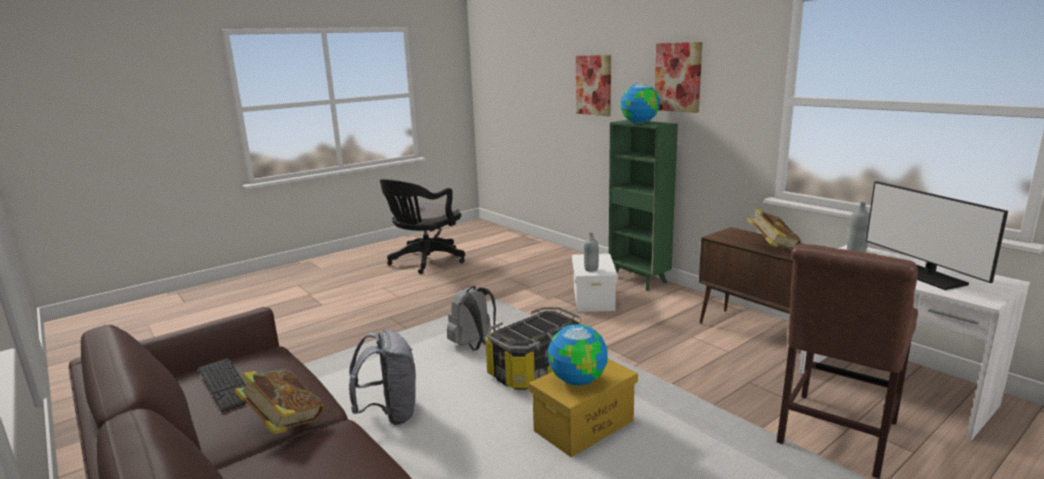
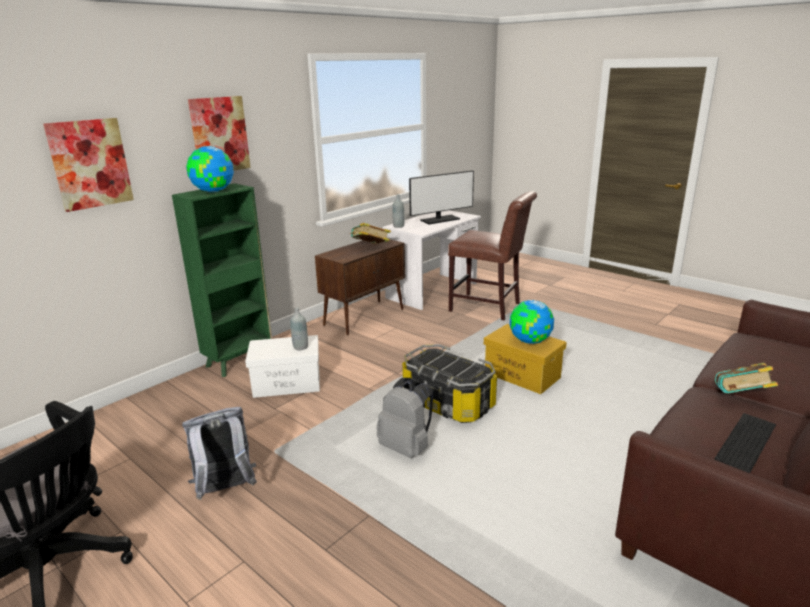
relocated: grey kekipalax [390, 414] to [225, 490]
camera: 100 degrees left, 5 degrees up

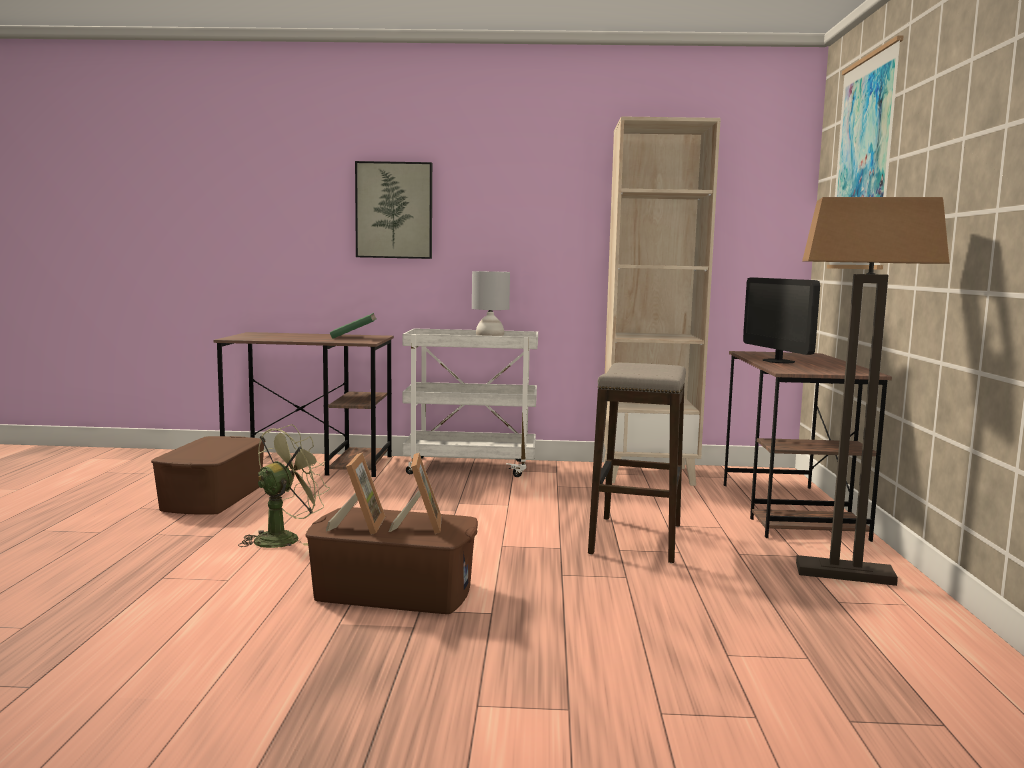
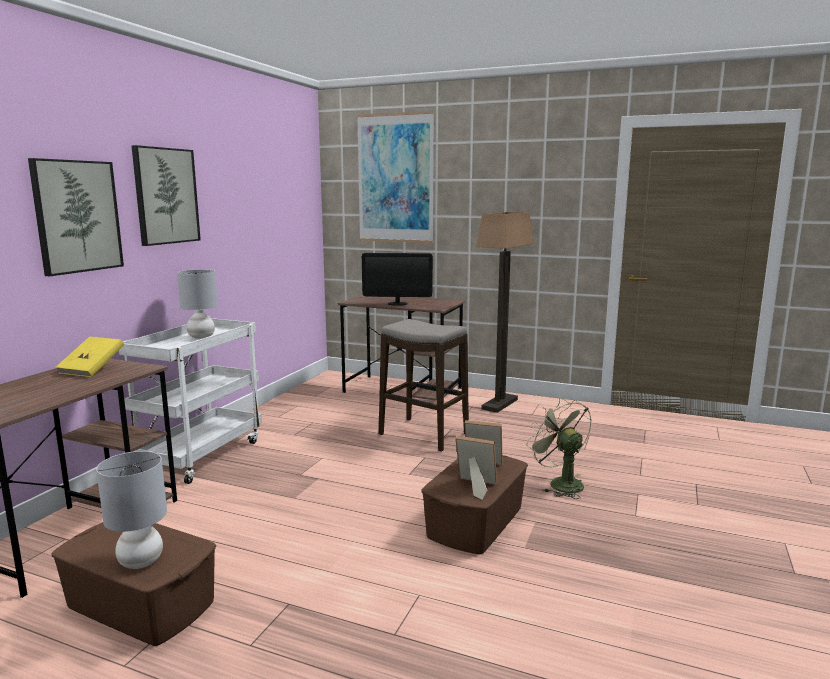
missing: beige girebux [648, 474]
appeared: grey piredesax [141, 561]; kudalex [165, 196]
relocated: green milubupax [284, 538] to [560, 483]
colour: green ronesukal [353, 337] to yellow ronesukal [92, 369]
camera: 70 degrees left, 5 degrees up

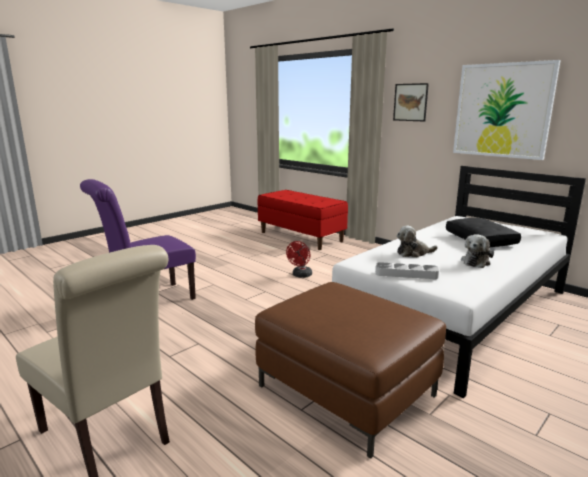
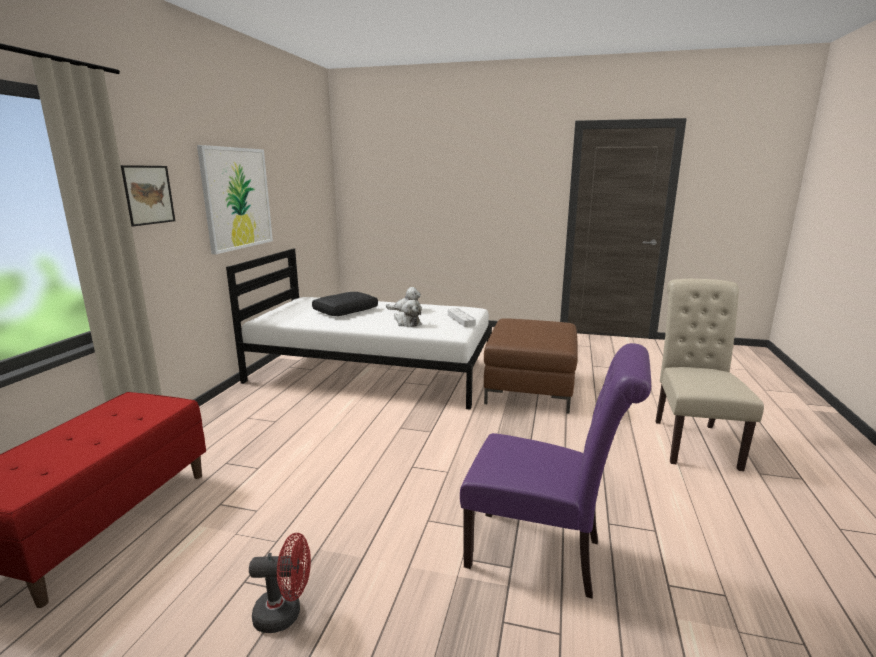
relocated: red milubupax [300, 275] to [285, 614]
camera: 120 degrees left, 0 degrees up

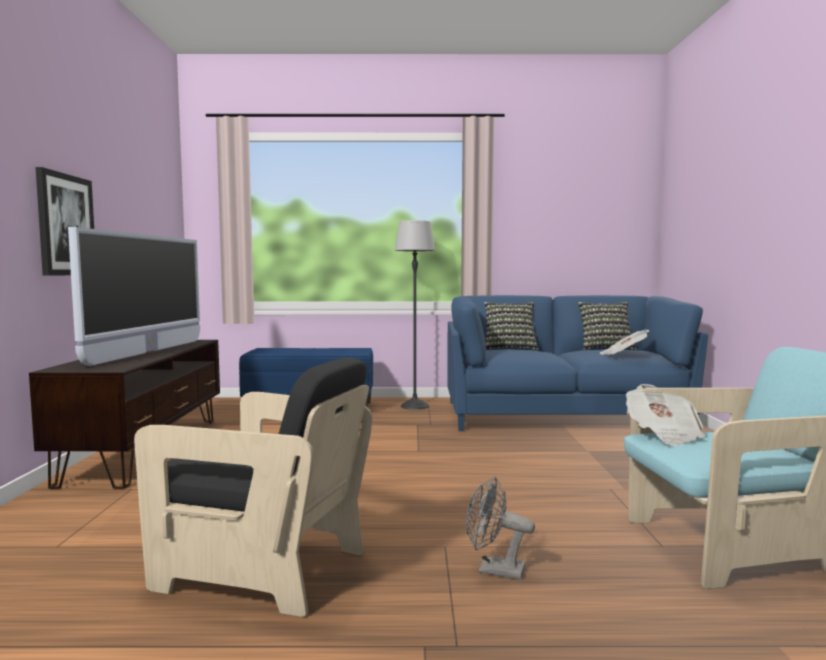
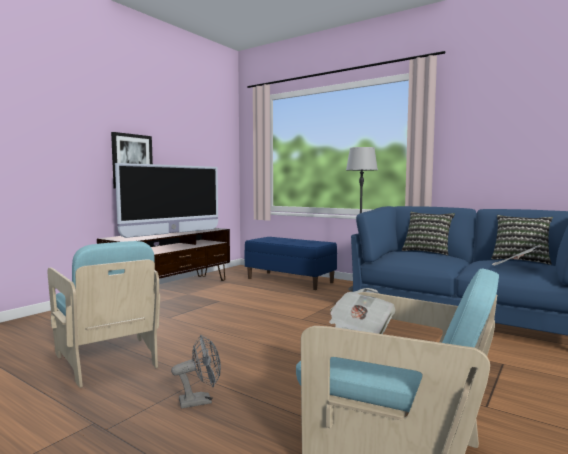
colour: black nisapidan [262, 567] to turquoise nisapidan [108, 359]
spun: grey milubupax [494, 570] = [200, 401] 105 degrees clockwise
camera: 35 degrees right, 0 degrees up

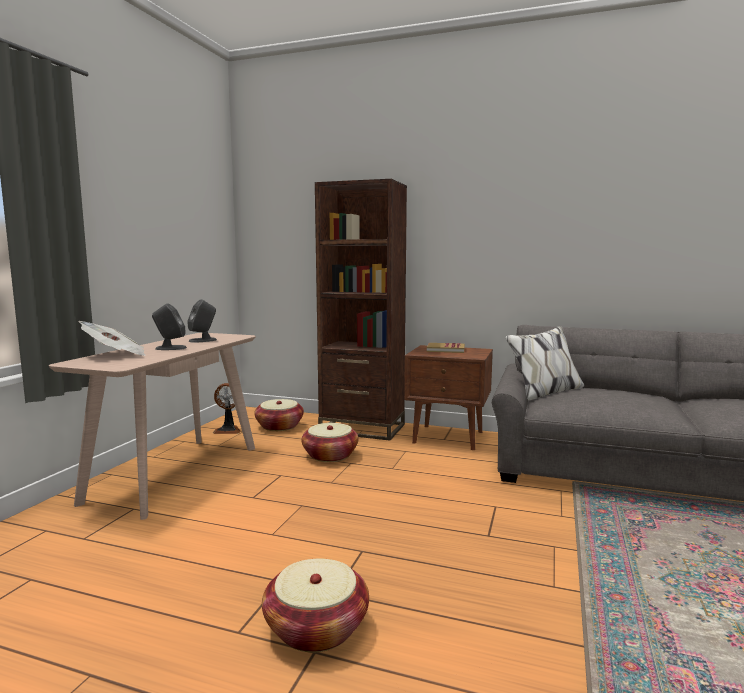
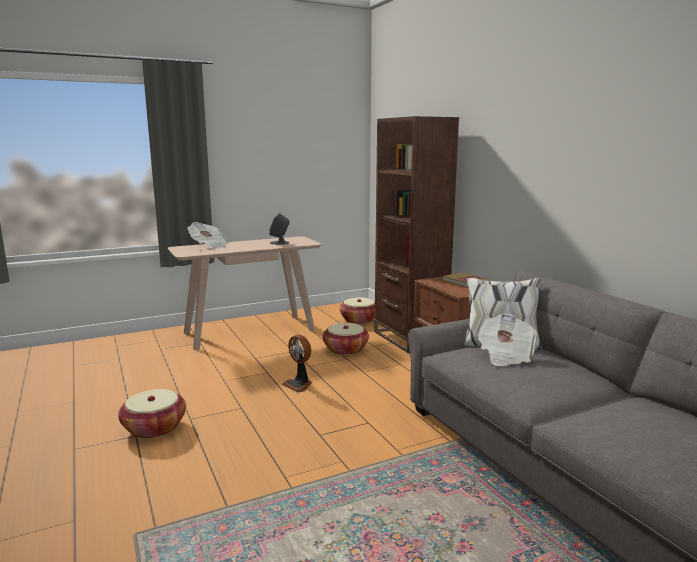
missing: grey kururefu [170, 348]
appeared: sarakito [505, 355]
relocated: milubupax [228, 430] to [299, 384]
camera: 45 degrees right, 5 degrees up

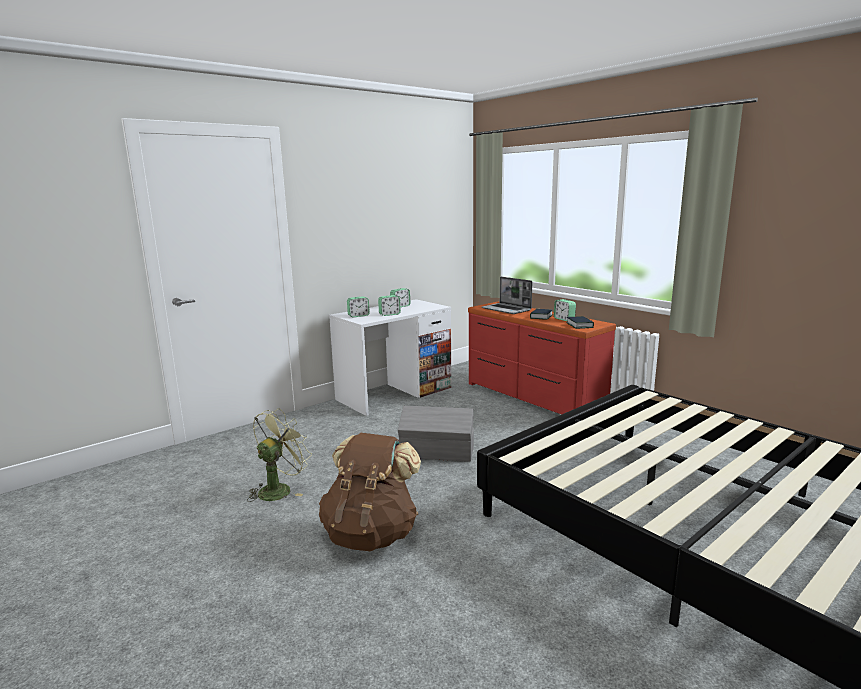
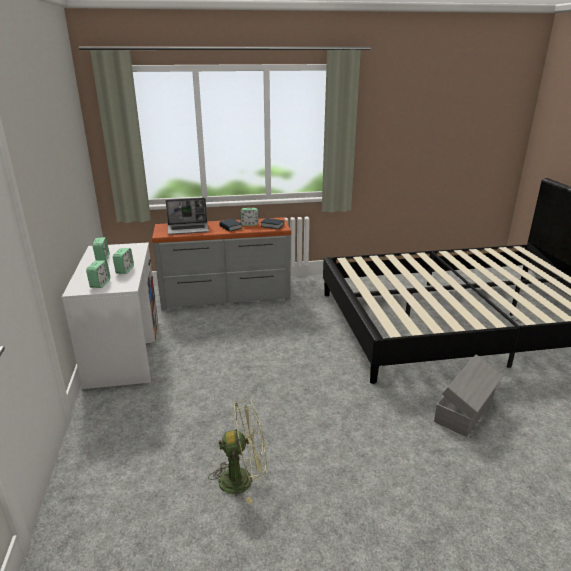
missing: brown kekipalax [371, 534]
relocated: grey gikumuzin [437, 452] to [465, 410]
colour: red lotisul [532, 397] to grey lotisul [226, 297]
spun: green milubupax [279, 489] = [243, 479] 105 degrees clockwise
camera: 60 degrees left, 10 degrees up

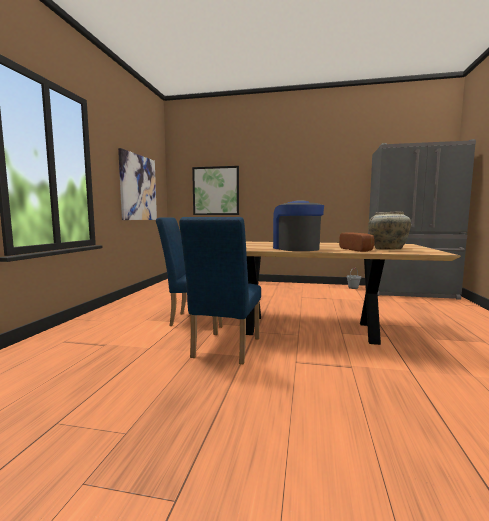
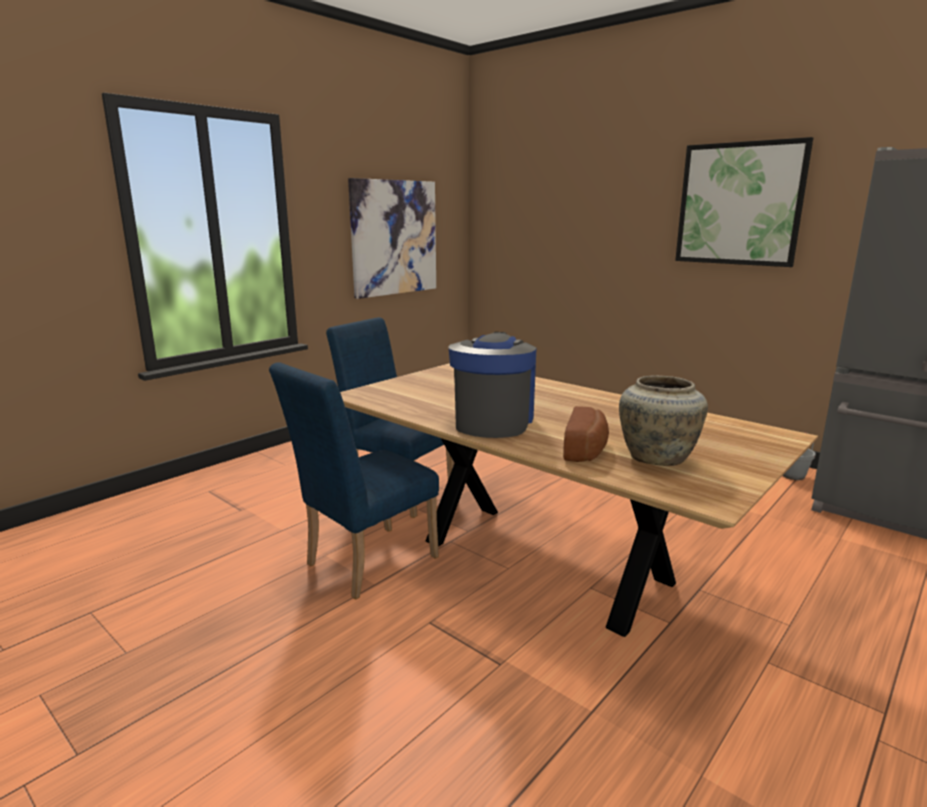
relocated: kudalex [216, 191] to [739, 204]
camera: 30 degrees right, 10 degrees up

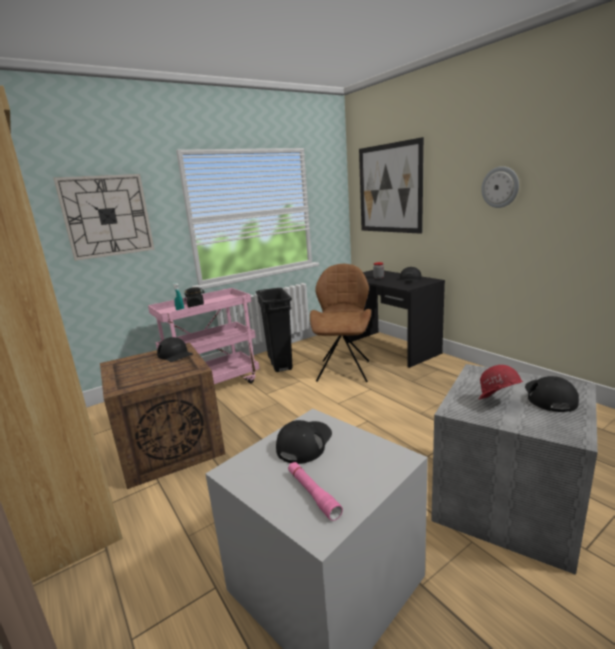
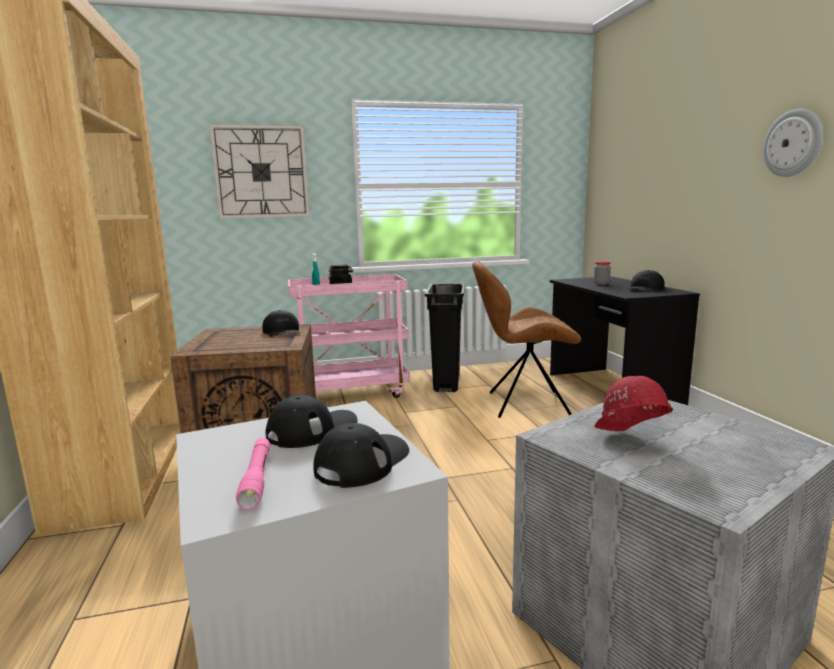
missing: kudalex [389, 189]
relocated: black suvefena [549, 397] to [362, 462]
spun: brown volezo [344, 370] = [524, 404] 120 degrees counterclockwise
camera: 20 degrees right, 5 degrees down

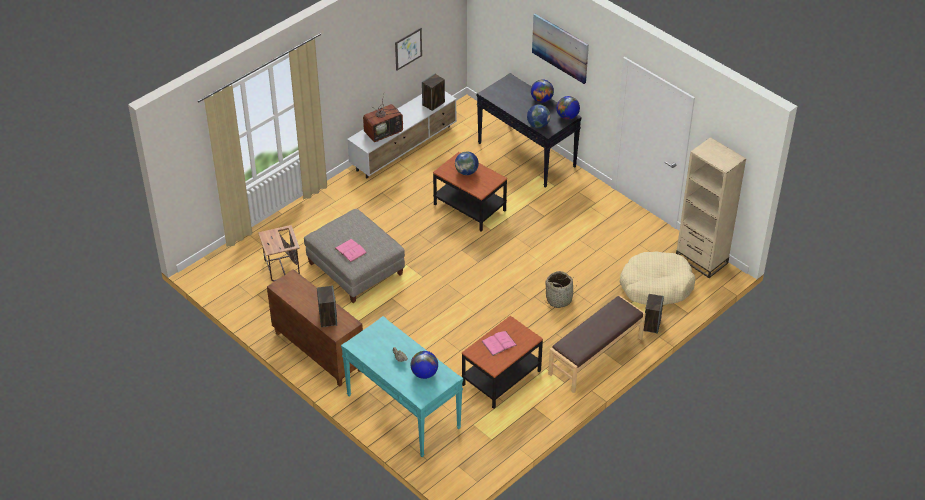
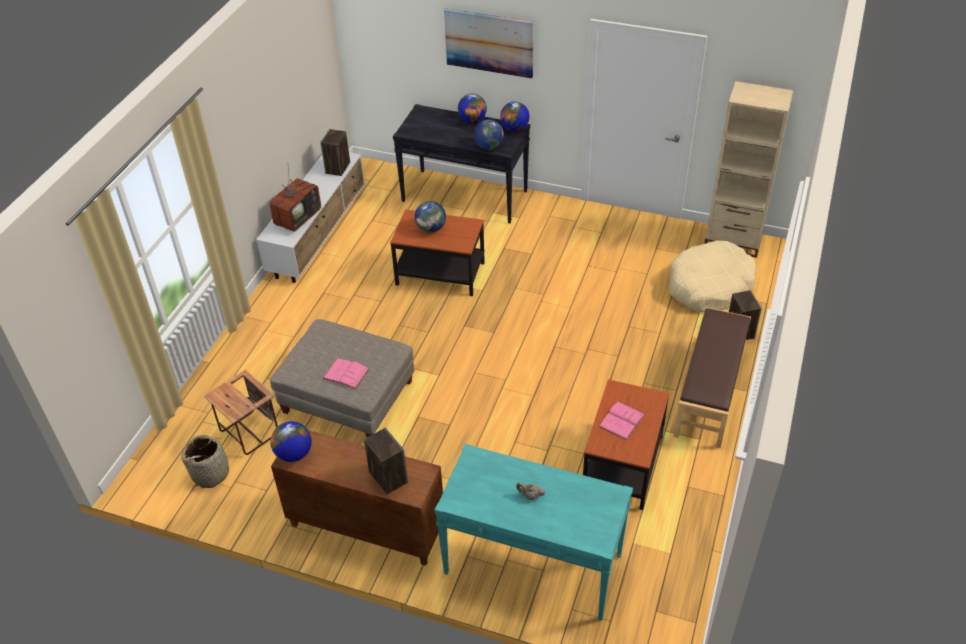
missing: kudalex [408, 49]
relocated: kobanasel [424, 373] to [294, 454]; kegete [559, 299] to [211, 473]
camera: 25 degrees left, 0 degrees up

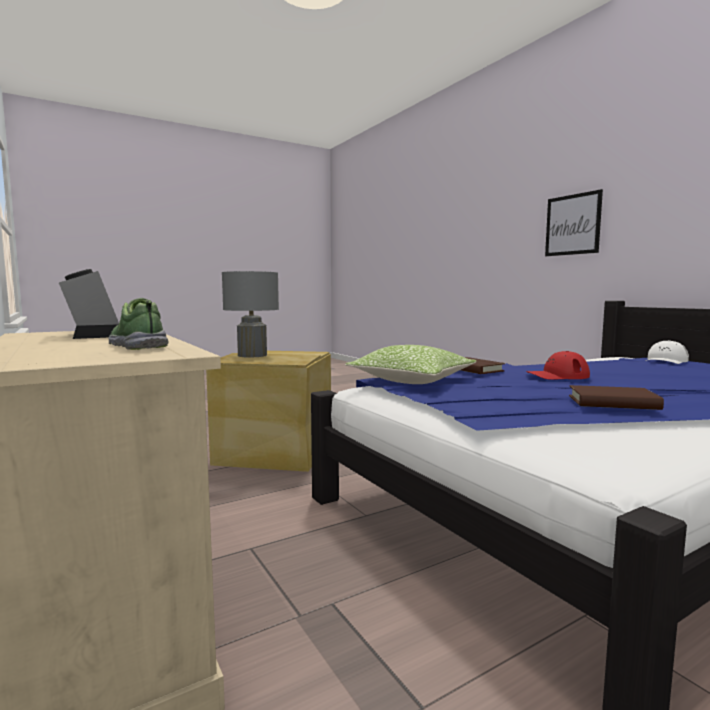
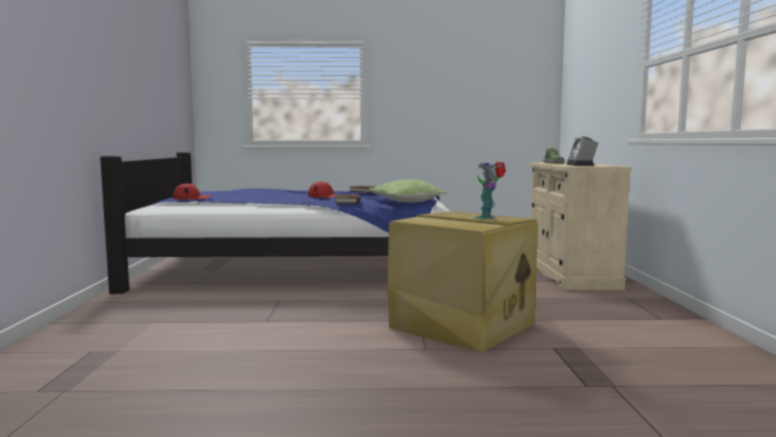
missing: kudalex [572, 224]
exchanged: grey piredesax [252, 355] to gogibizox [487, 218]
colour: white suvefena [665, 360] to red suvefena [192, 198]
camera: 150 degrees left, 0 degrees up

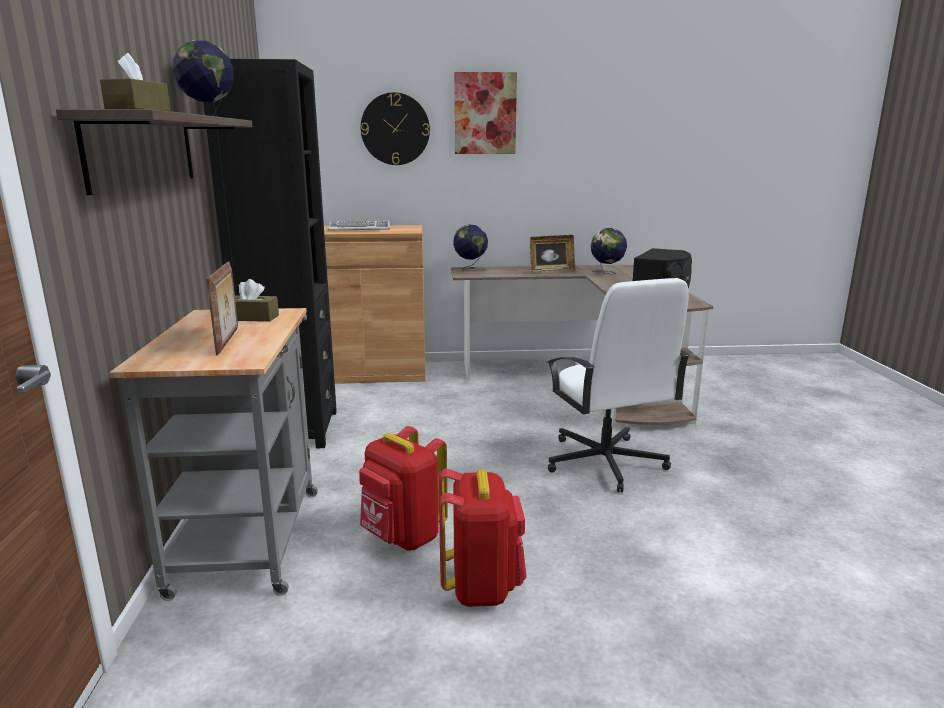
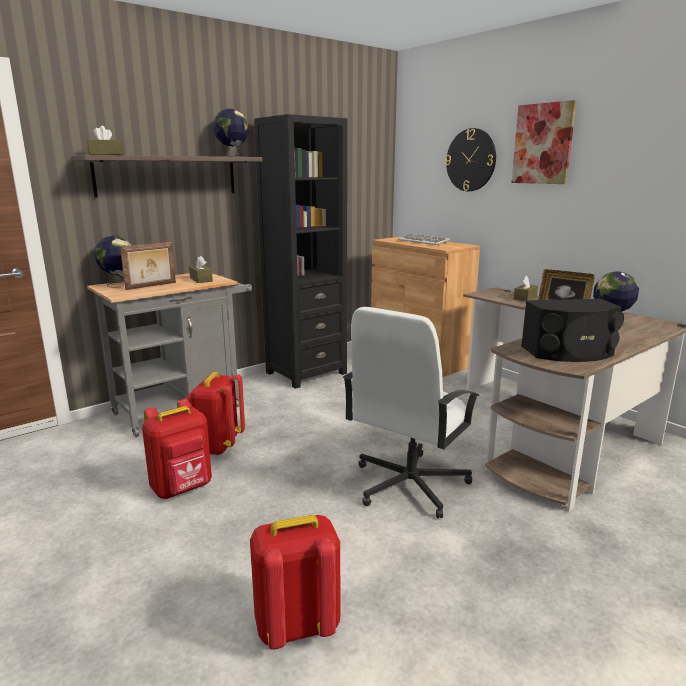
appeared: red kekipalax [296, 626]; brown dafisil [525, 298]
relocated: kobanasel [470, 268] to [118, 284]
camera: 55 degrees right, 0 degrees up

